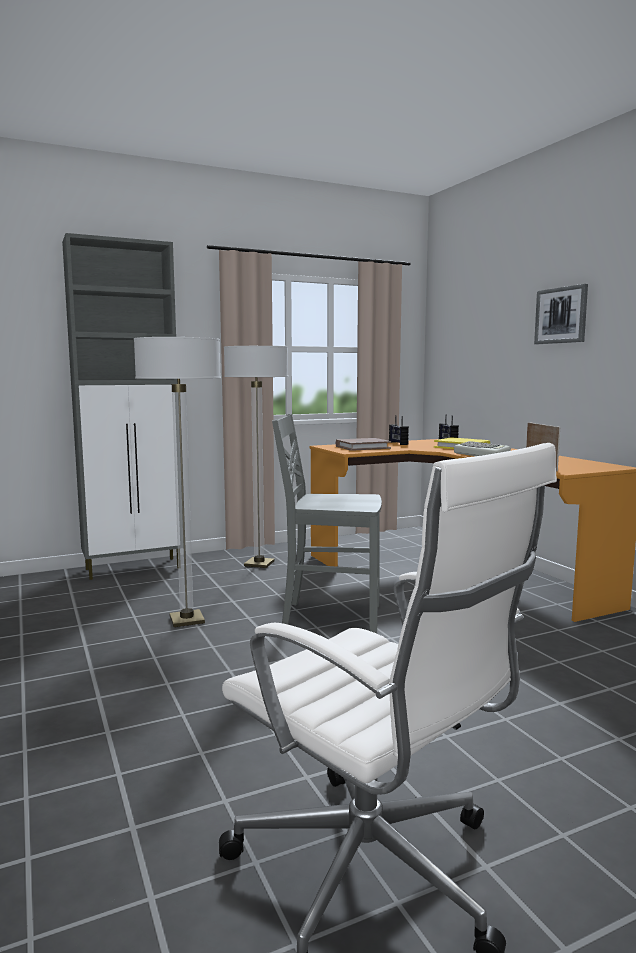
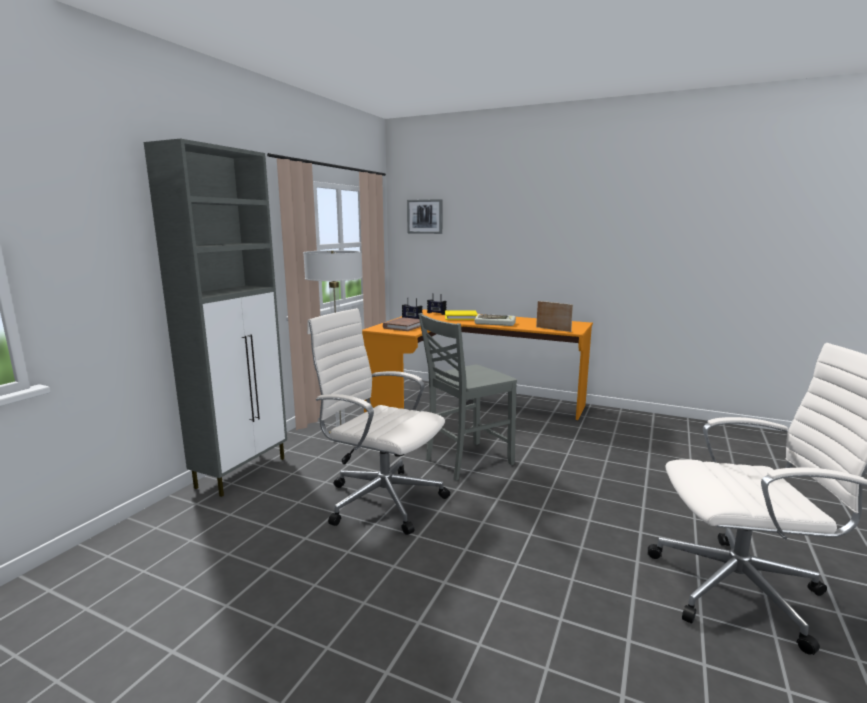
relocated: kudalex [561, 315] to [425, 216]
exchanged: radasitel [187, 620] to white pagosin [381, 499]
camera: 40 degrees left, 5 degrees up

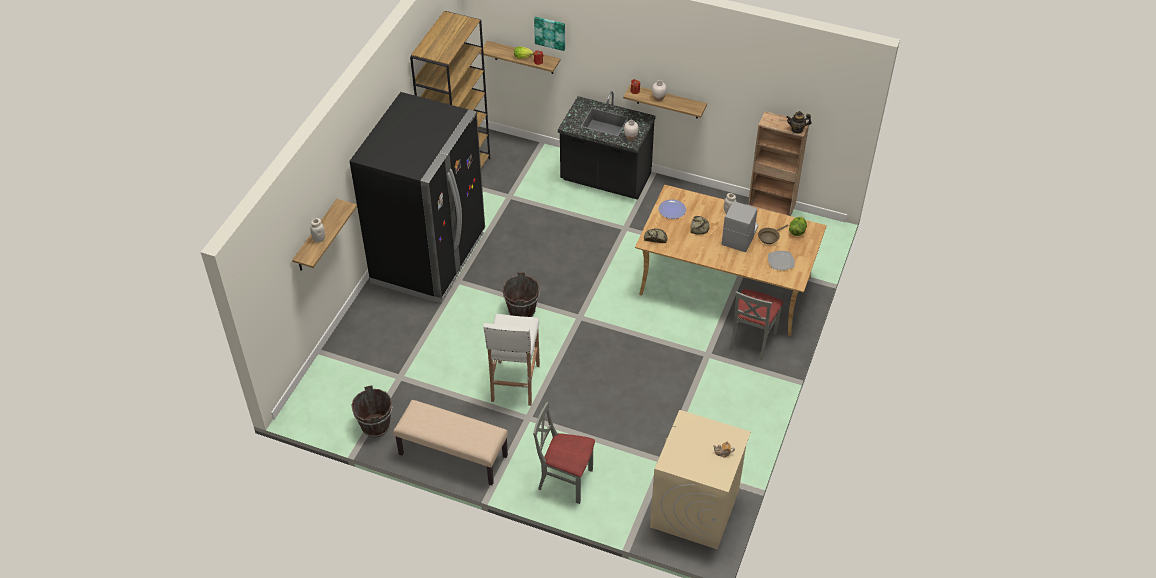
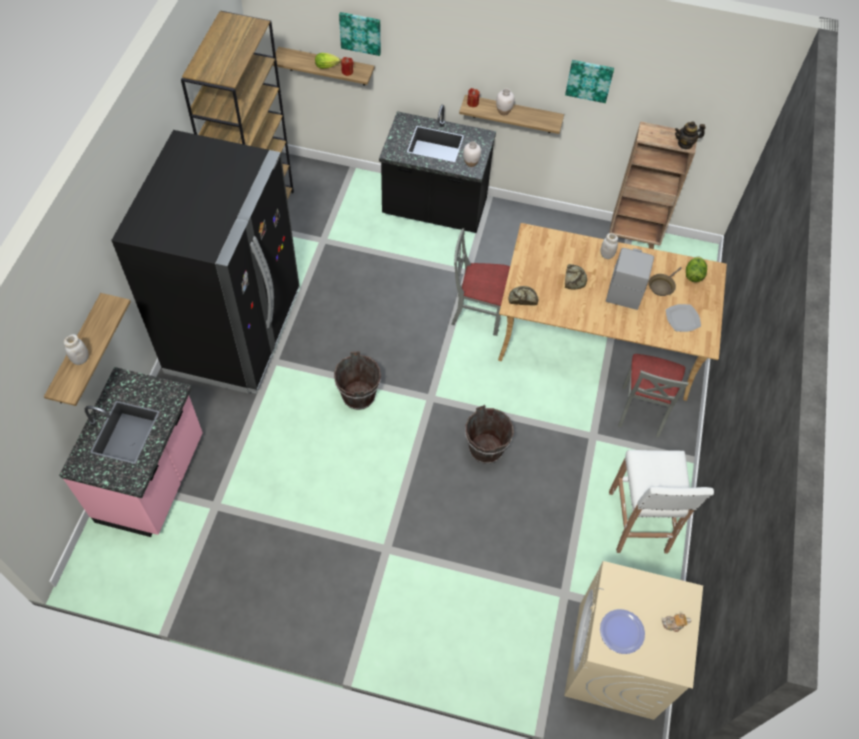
missing: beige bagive [452, 455]
appeared: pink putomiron [153, 480]; kudalex [589, 80]
relocated: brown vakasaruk [375, 426] to [485, 449]; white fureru [514, 384] to [638, 523]; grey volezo [565, 480] to [478, 313]; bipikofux [672, 210] to [622, 631]
camera: 10 degrees left, 10 degrees up

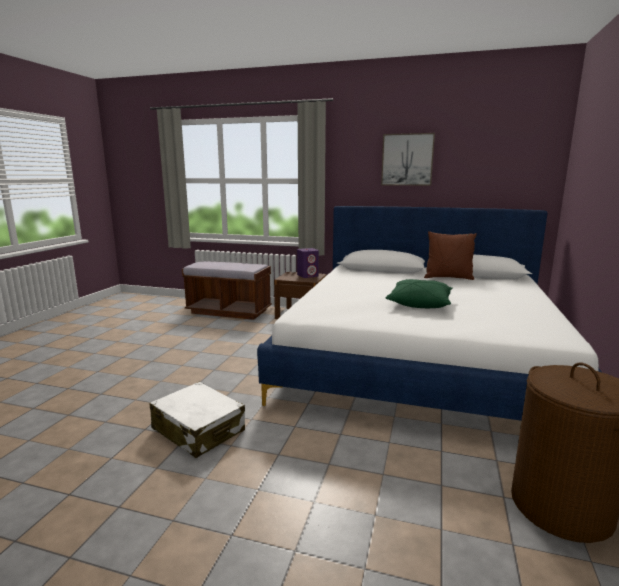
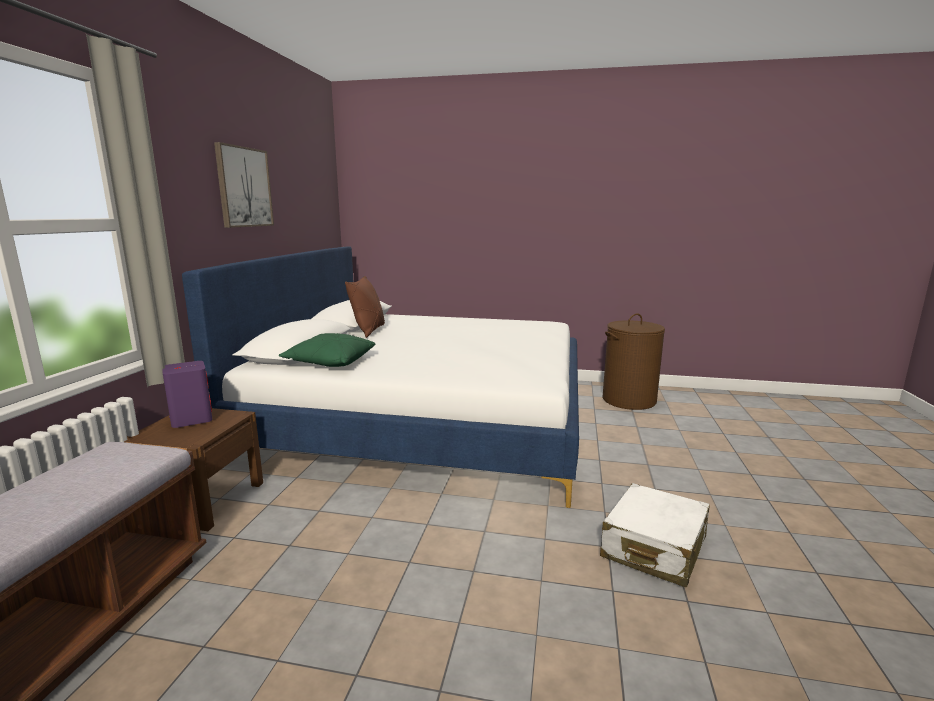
relocated: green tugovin [419, 304] to [330, 363]
camera: 95 degrees left, 0 degrees up

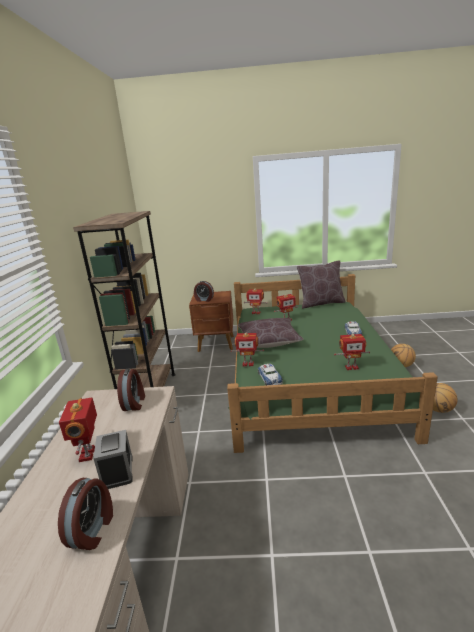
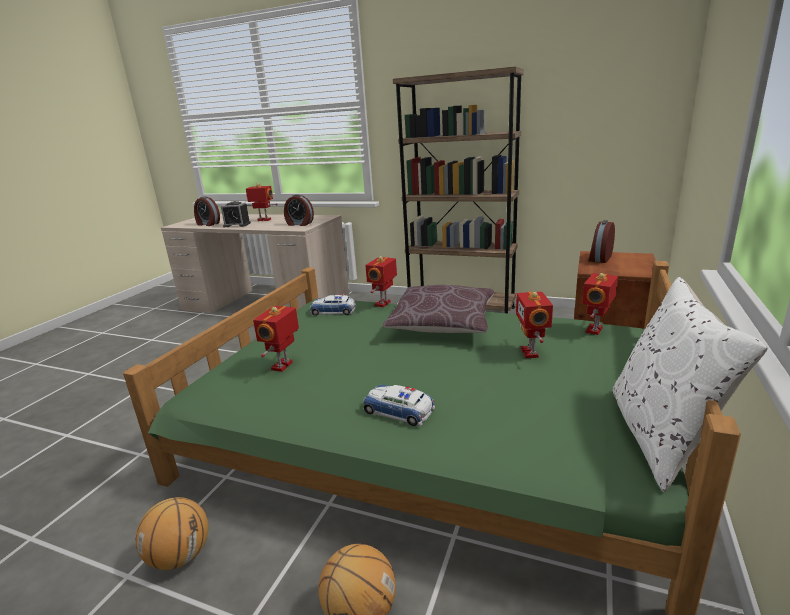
colour: brown tugovin [321, 303] to white tugovin [661, 435]
camera: 110 degrees right, 0 degrees up

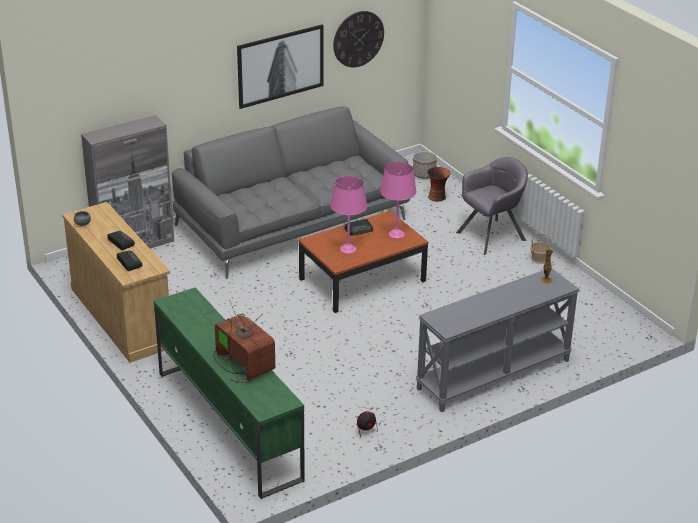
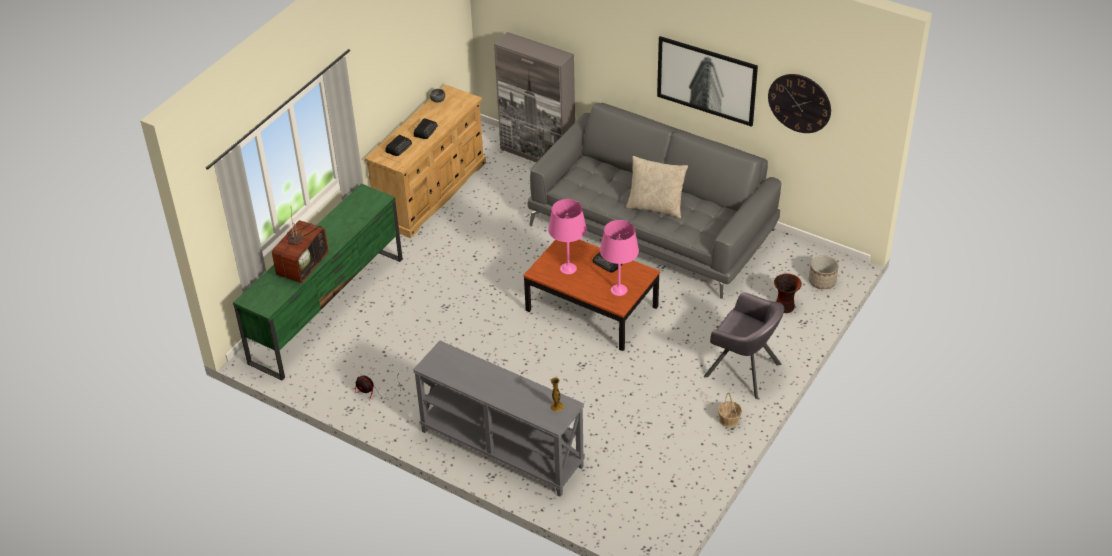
appeared: beige tugovin [656, 207]
camera: 65 degrees right, 10 degrees up

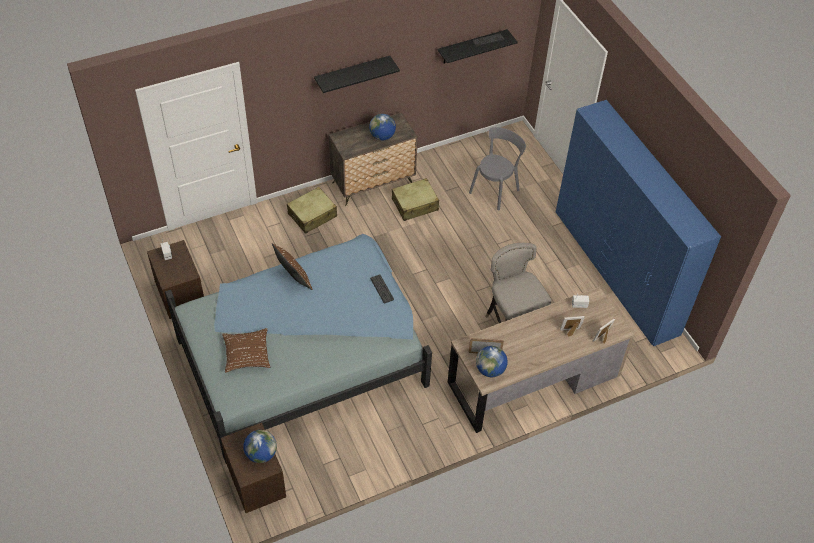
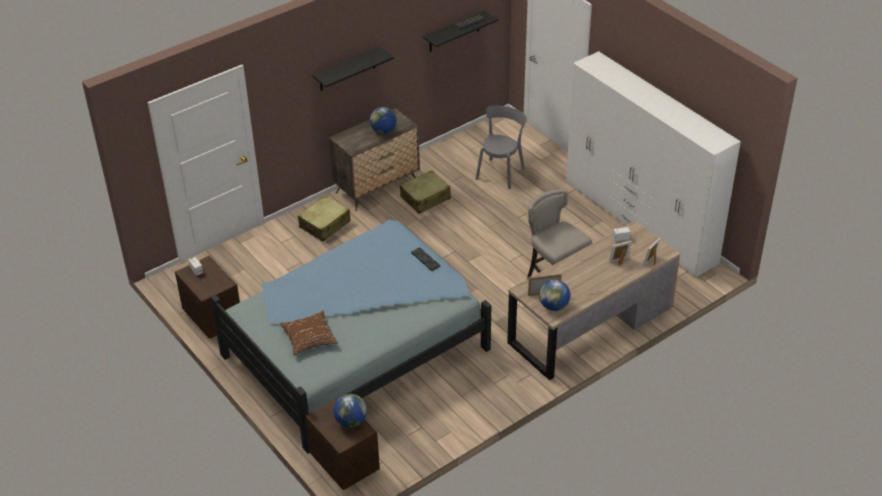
missing: brown tugovin [293, 279]
colour: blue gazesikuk [615, 271] to white gazesikuk [639, 221]
camera: 10 degrees left, 10 degrees down

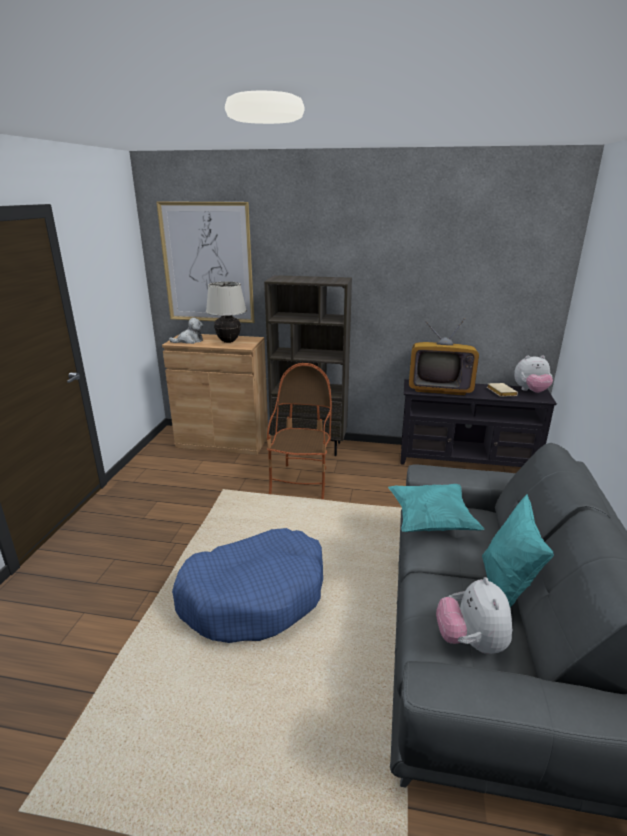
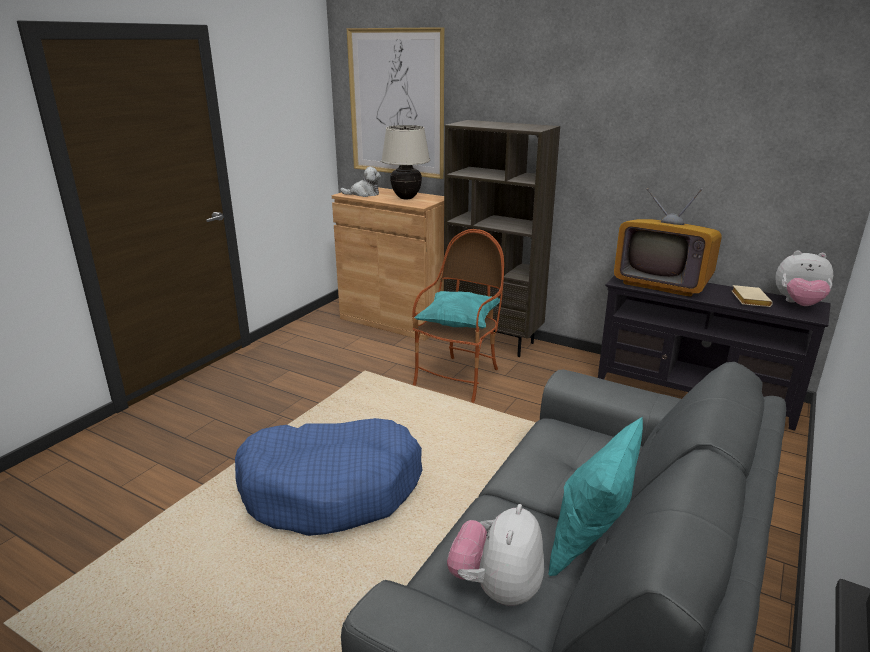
relocated: turquoise tugovin [431, 521] to [459, 324]
camera: 20 degrees right, 0 degrees up

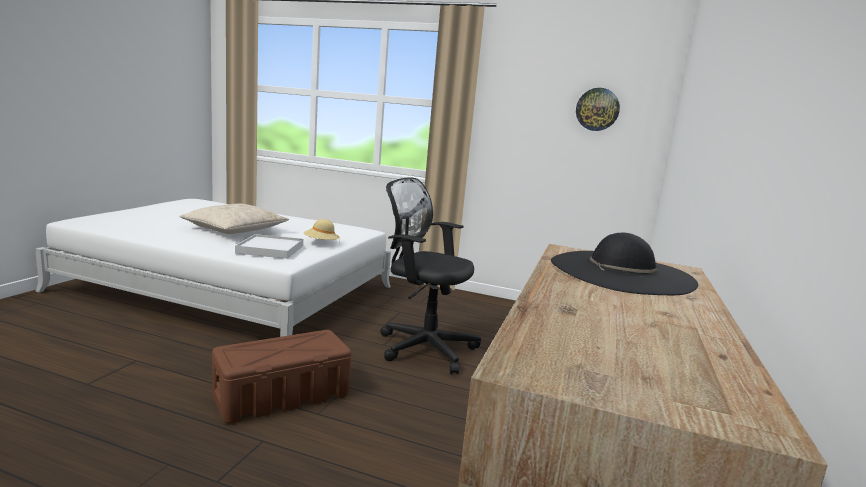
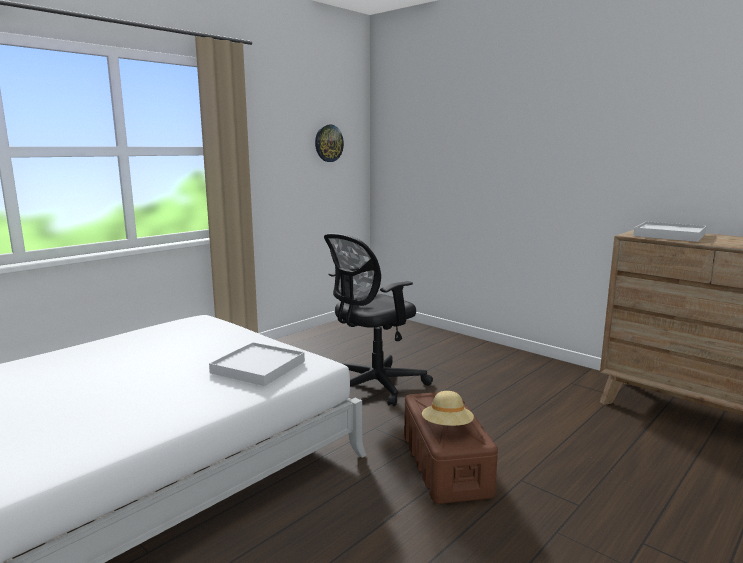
missing: beige tugovin [235, 229]
relocated: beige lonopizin [321, 243] to [447, 427]
exchanged: black lonopizin [621, 272] to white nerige [669, 235]
camera: 65 degrees left, 0 degrees up

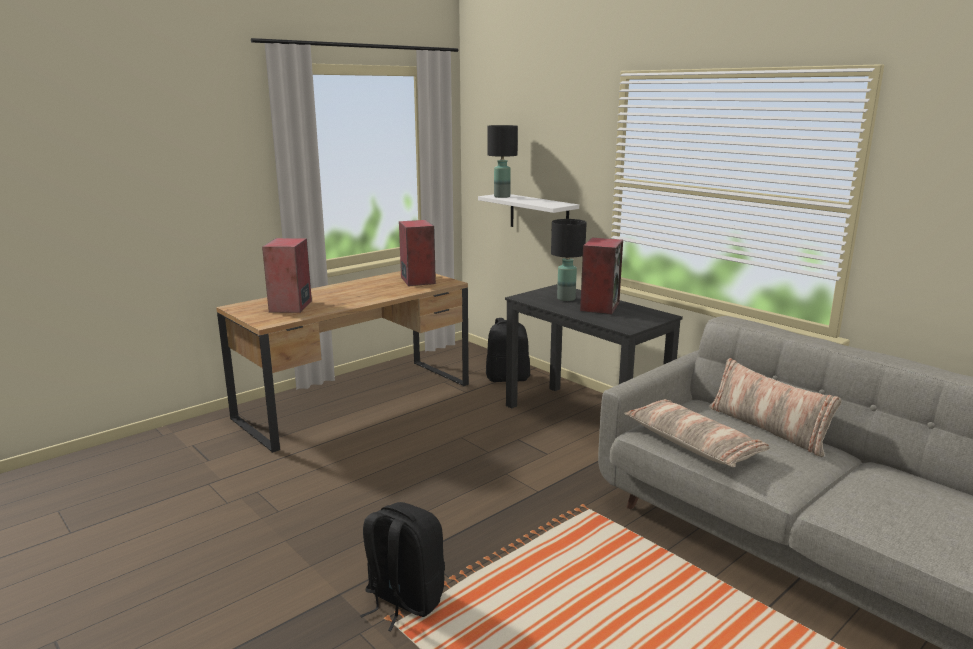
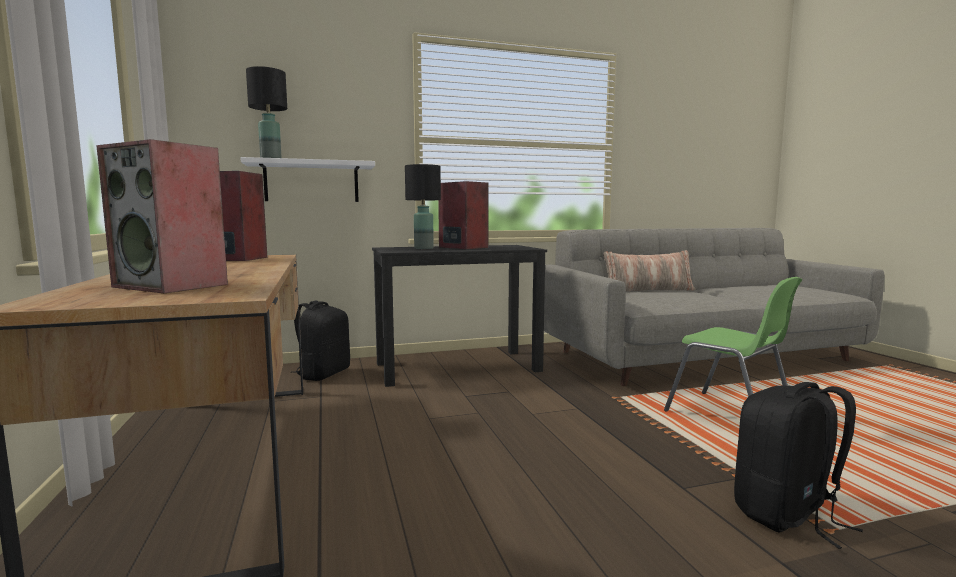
missing: tugovin [692, 444]
appeared: green volezo [731, 416]
camera: 65 degrees left, 10 degrees down

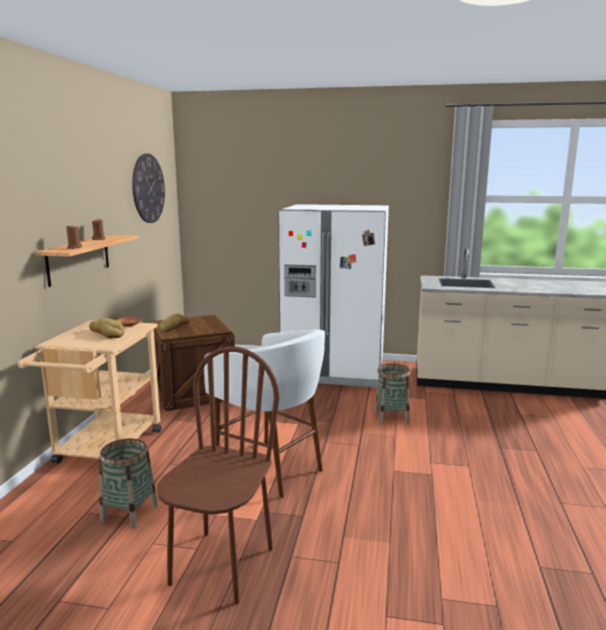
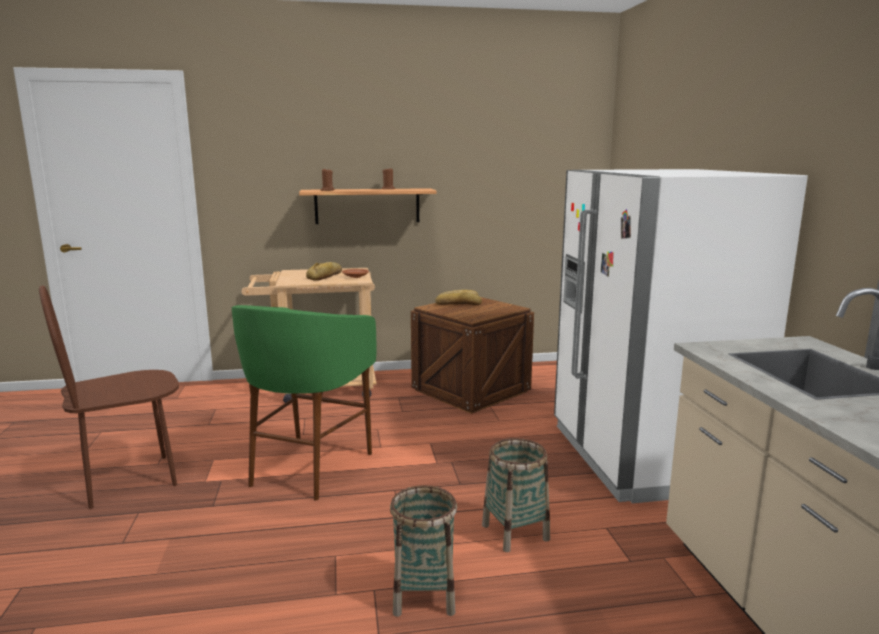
missing: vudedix [148, 188]
relocated: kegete [129, 513] to [424, 595]
colour: white fureru [271, 469] to green fureru [309, 468]
spun: brown volezo [221, 566] = [130, 480] 150 degrees clockwise
camera: 70 degrees right, 0 degrees up

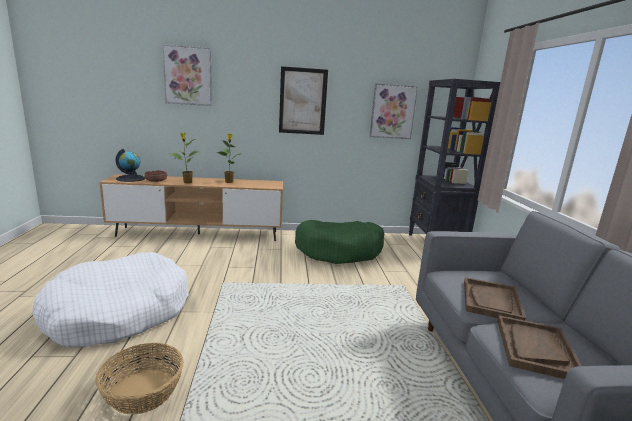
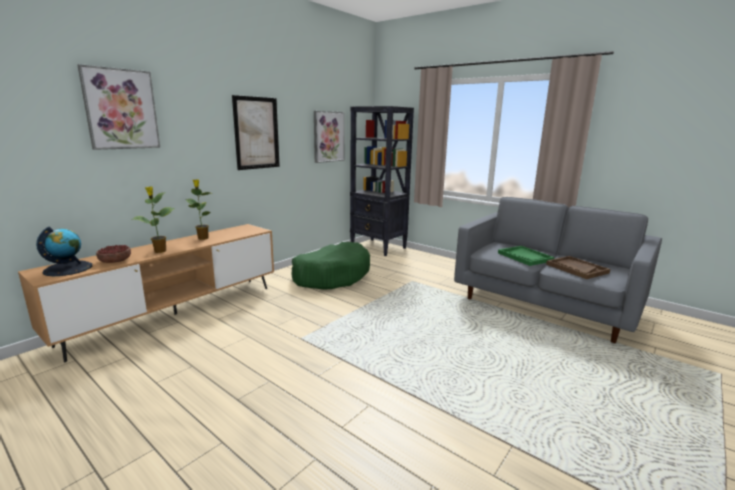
missing: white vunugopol [118, 312]; kegete [142, 391]
colour: brown nerige [491, 301] to green nerige [525, 257]
camera: 45 degrees left, 0 degrees up

